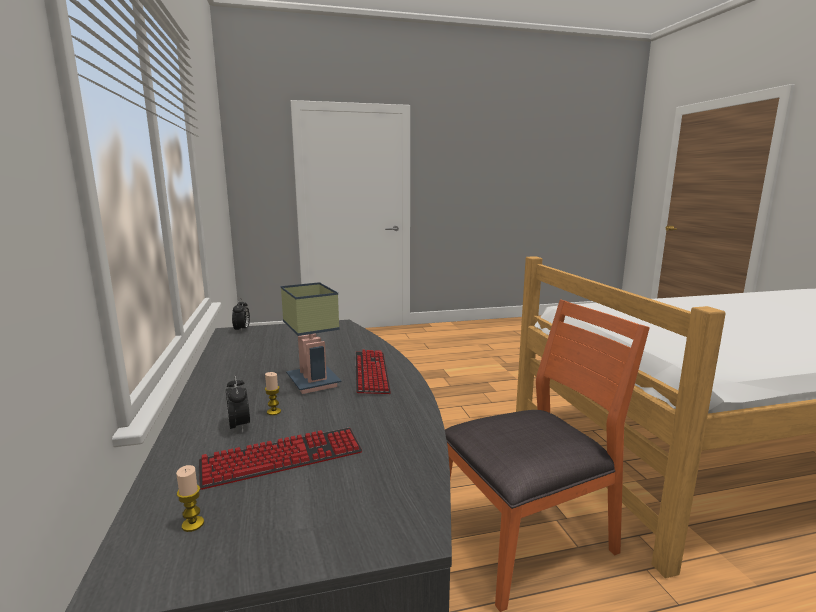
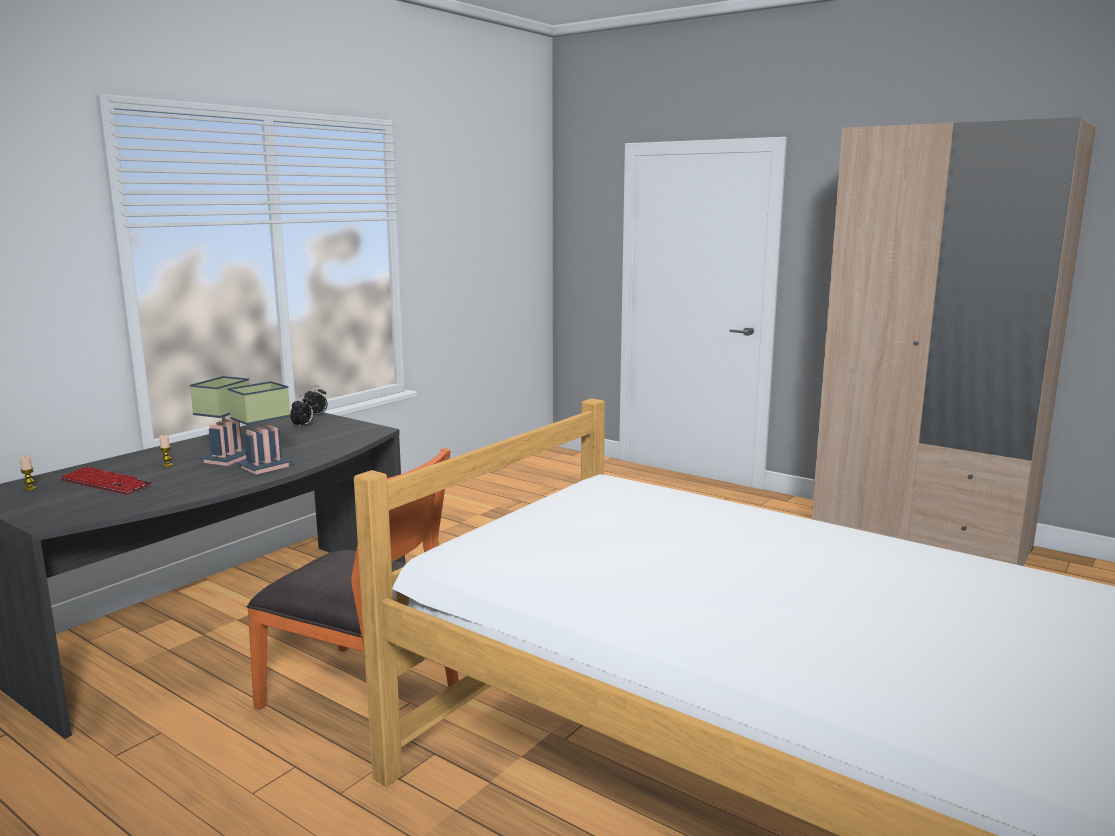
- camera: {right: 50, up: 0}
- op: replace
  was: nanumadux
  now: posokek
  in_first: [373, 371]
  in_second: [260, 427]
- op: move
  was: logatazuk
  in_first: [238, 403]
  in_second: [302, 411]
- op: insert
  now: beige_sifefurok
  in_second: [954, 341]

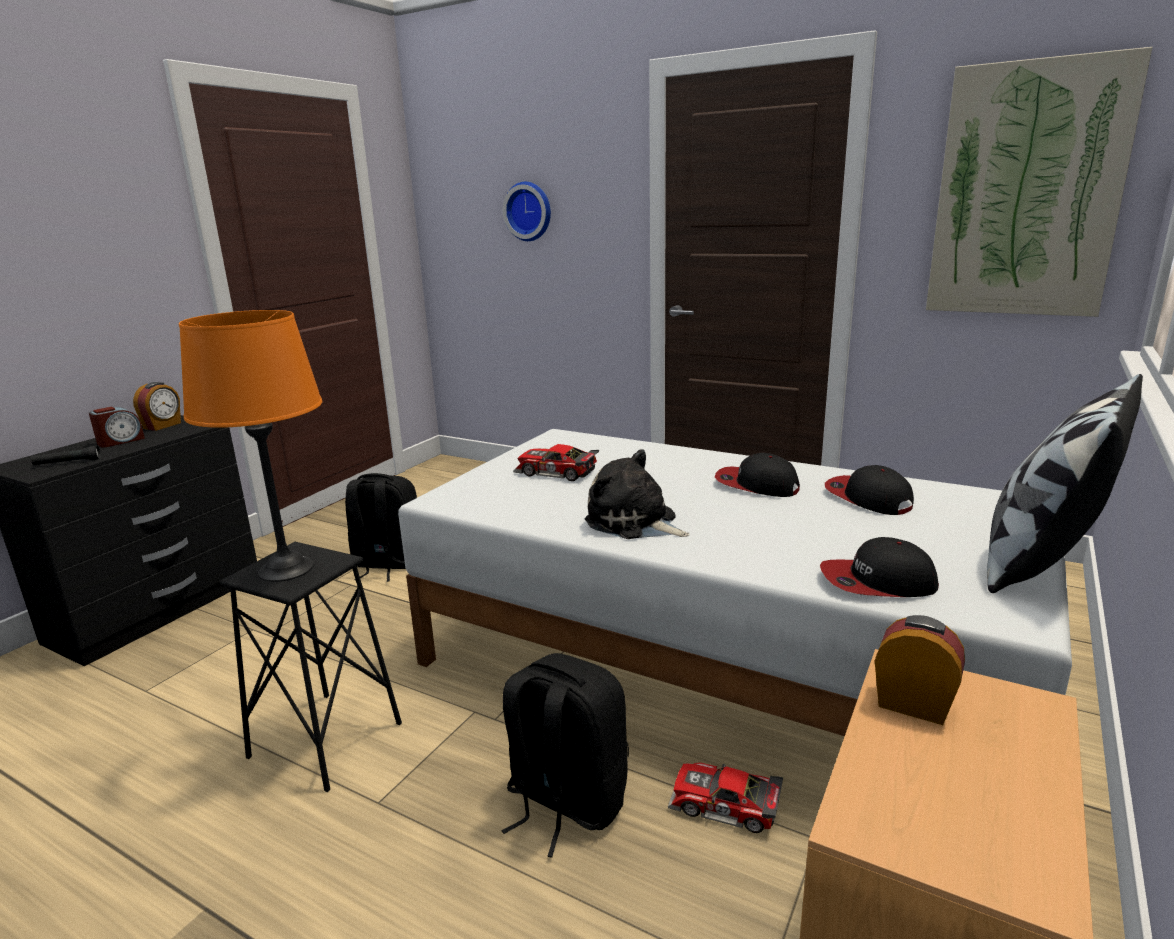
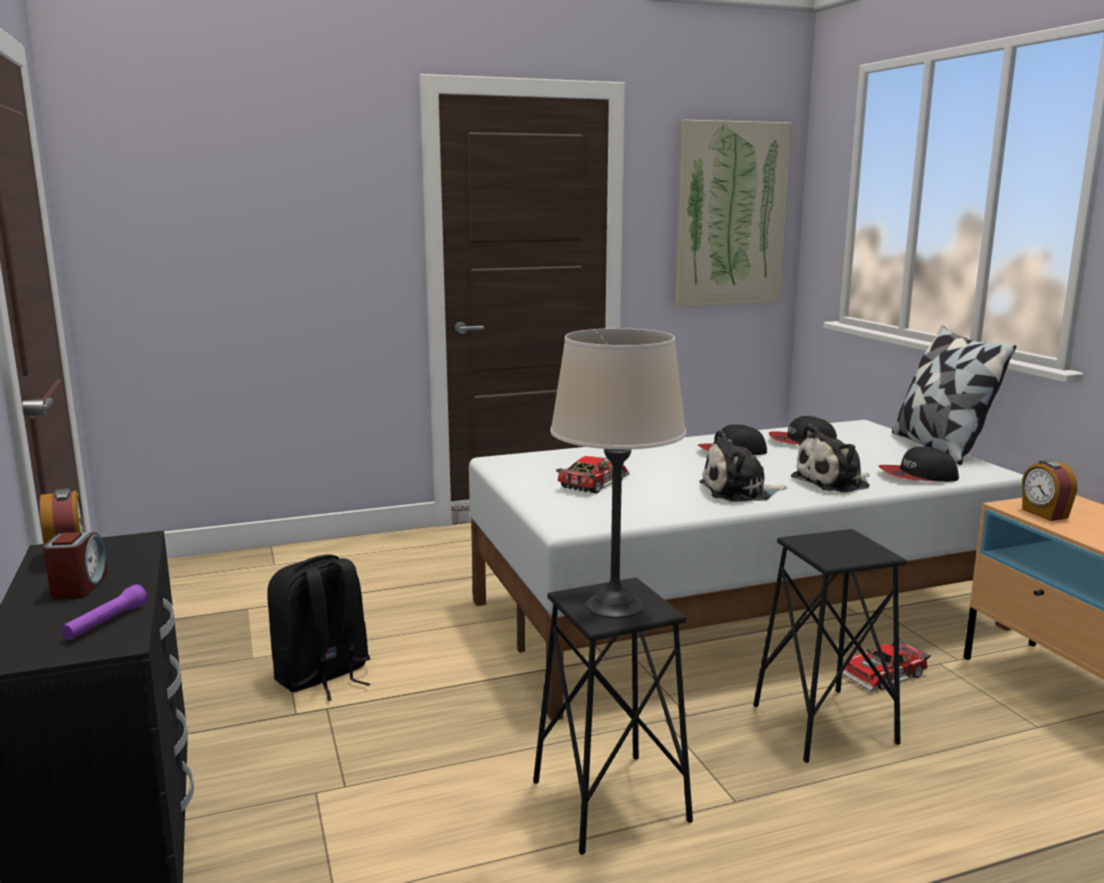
- camera: {right: -50, up: -5}
- op: recolor
  was: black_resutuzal
  now: purple_resutuzal
  in_first: [66, 455]
  in_second: [103, 612]
- op: recolor
  was: orange_posokek
  now: beige_posokek
  in_first: [250, 446]
  in_second: [618, 473]
- op: rotate
  was: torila
  in_first: [556, 462]
  in_second: [593, 475]
  clockwise: 150
- op: replace
  was: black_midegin
  now: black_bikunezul
  in_first: [565, 755]
  in_second: [829, 646]
- op: insert
  now: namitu
  in_second: [830, 458]
- op: rotate
  was: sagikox
  in_first: [879, 567]
  in_second: [919, 464]
  clockwise: 45
- op: rotate
  was: logatazuk
  in_first: [919, 670]
  in_second: [1049, 490]
  clockwise: -90
- op: delete
  was: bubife
  in_first: [527, 211]

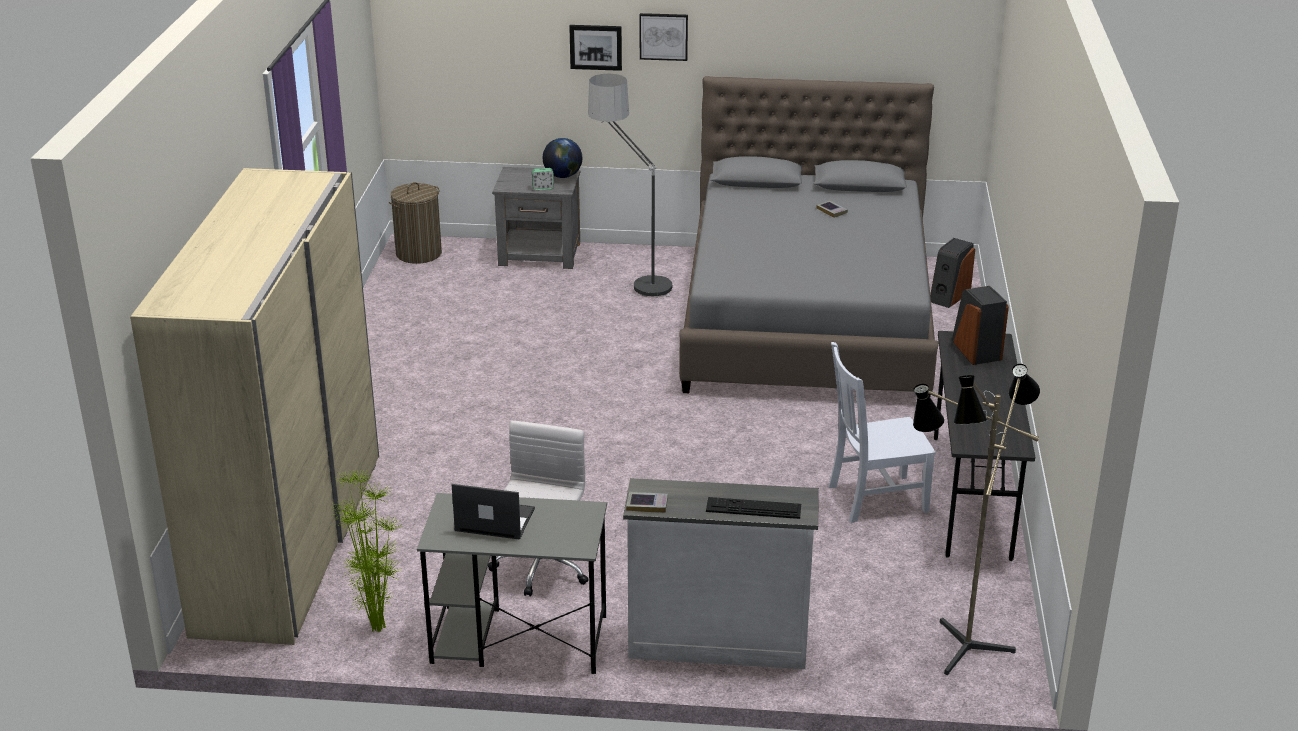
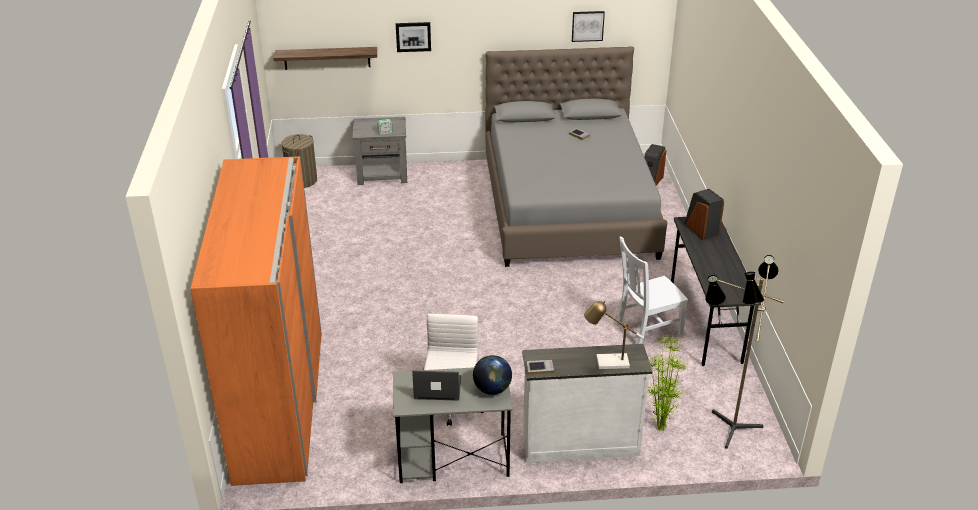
- camera: {right: -10, up: 5}
- op: recolor
  was: beige_sifefurok
  now: orange_sifefurok
  in_first: [254, 406]
  in_second: [256, 321]
- op: insert
  now: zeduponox
  in_second: [325, 58]
- op: move
  was: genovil
  in_first: [562, 158]
  in_second: [492, 375]
- op: move
  was: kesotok
  in_first: [664, 37]
  in_second: [588, 26]
- op: replace
  was: nanumadux
  now: posokek
  in_first: [753, 508]
  in_second: [614, 335]
- op: move
  was: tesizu
  in_first: [367, 551]
  in_second: [667, 382]
- op: delete
  was: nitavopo
  in_first: [630, 186]

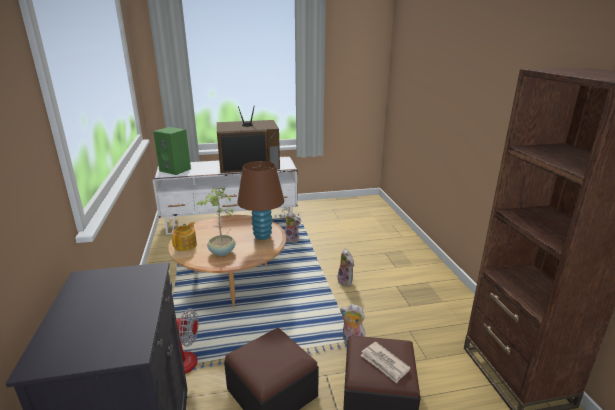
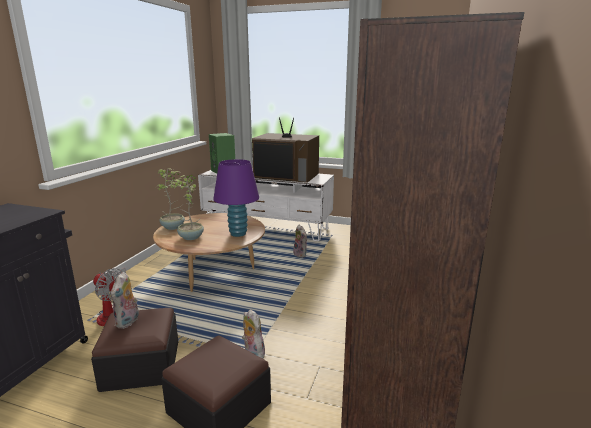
- camera: {right: 30, up: -5}
- op: move
  was: namitu
  in_first: [346, 267]
  in_second: [125, 300]
- op: replace
  was: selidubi
  now: tesizu
  in_first: [184, 236]
  in_second: [170, 199]
- op: recolor
  was: brown_posokek
  now: purple_posokek
  in_first: [260, 200]
  in_second: [236, 198]
- op: delete
  was: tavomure
  in_first: [385, 362]

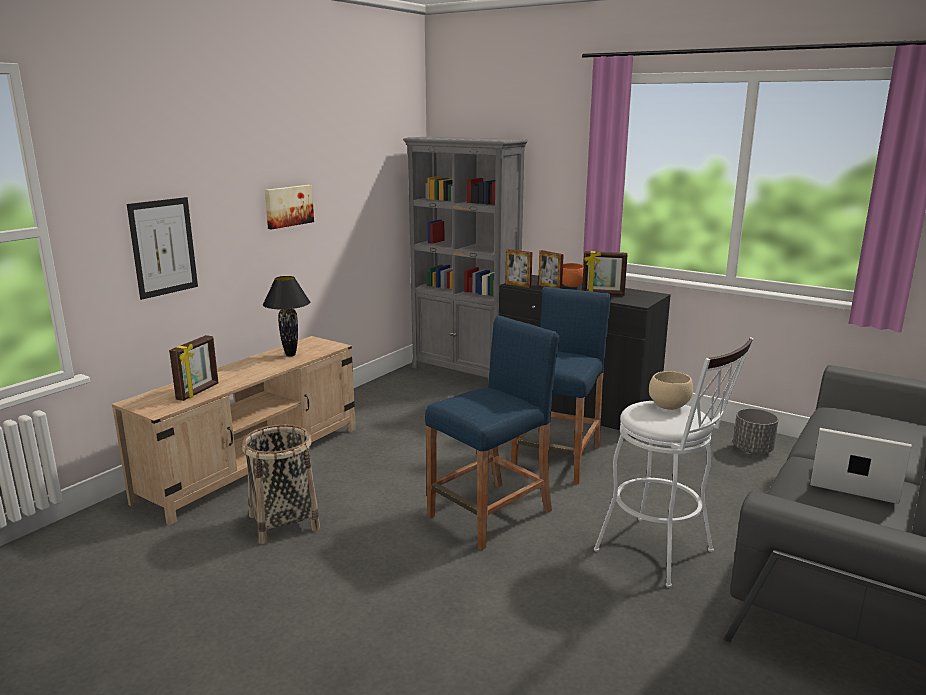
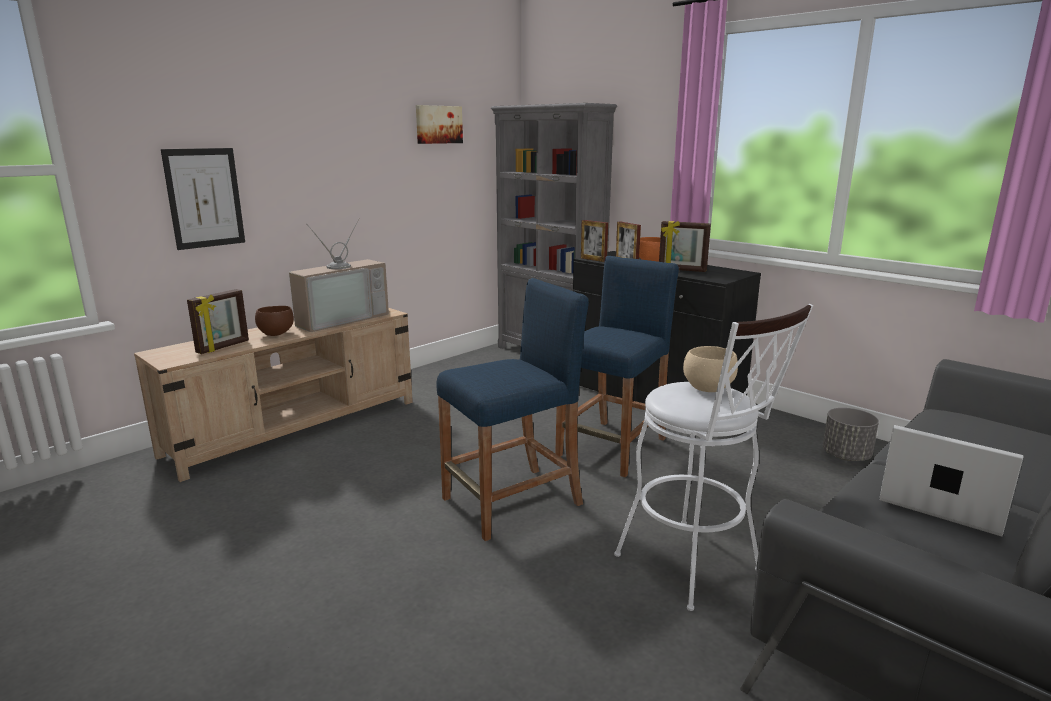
- camera: {right: 10, up: 0}
- op: insert
  now: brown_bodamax
  in_second: [274, 321]
- op: replace
  was: black_posokek
  now: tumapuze
  in_first: [286, 316]
  in_second: [339, 275]
- op: move
  was: kesotok
  in_first: [289, 207]
  in_second: [439, 124]
- op: delete
  was: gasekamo
  in_first: [281, 484]

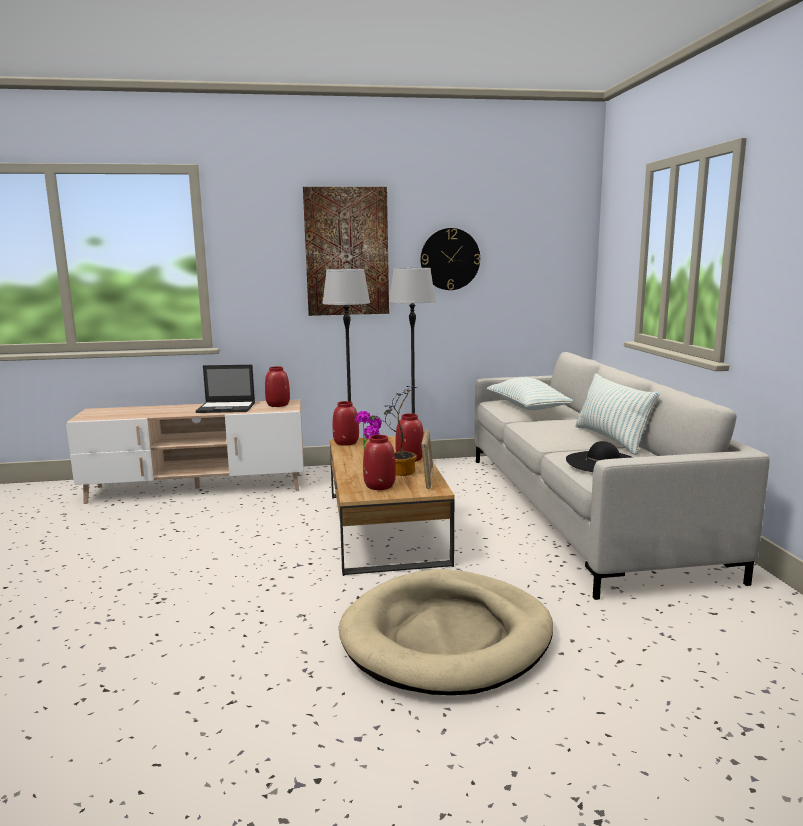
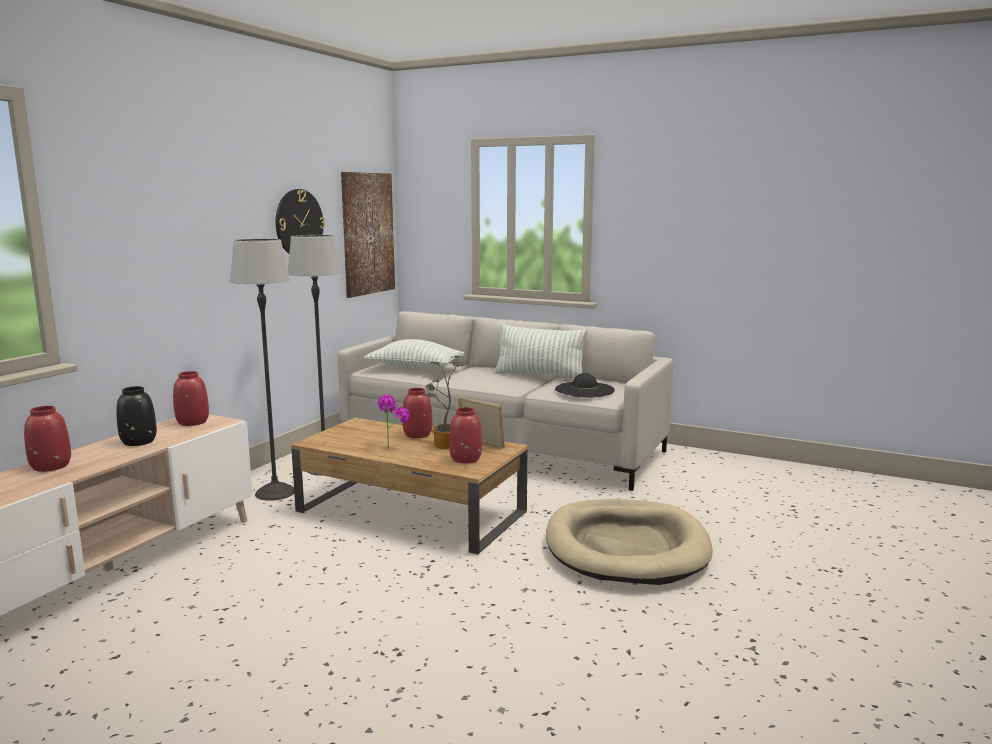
- camera: {right: -55, up: 0}
- op: move
  was: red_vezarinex
  in_first: [346, 423]
  in_second: [47, 439]
- op: replace
  was: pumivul
  now: black_vezarinex
  in_first: [225, 389]
  in_second: [136, 416]
- op: move
  was: kesotok
  in_first: [346, 251]
  in_second: [368, 235]

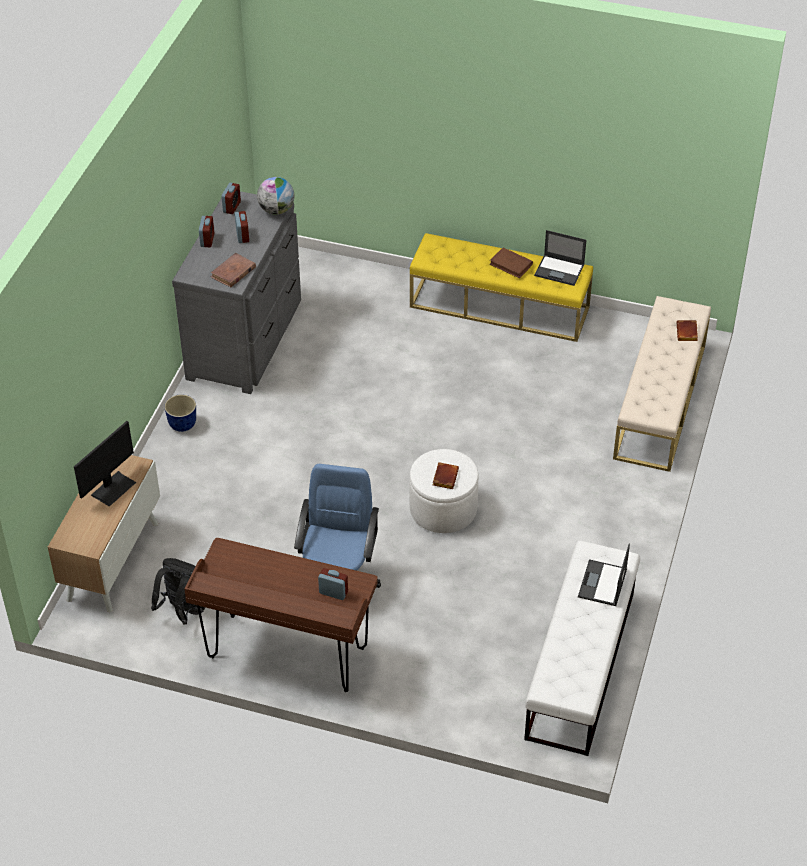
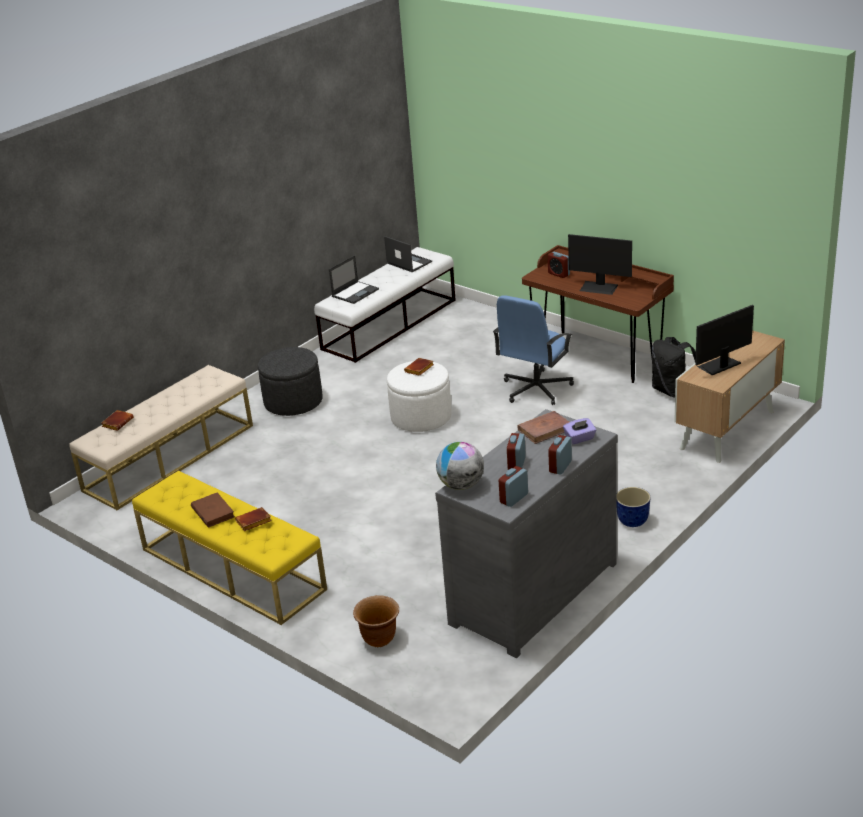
- camera: {right: -155, up: -15}
- op: insert
  now: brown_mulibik
  in_second: [253, 519]
- op: insert
  now: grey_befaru
  in_second: [290, 381]
- op: insert
  now: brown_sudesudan
  in_second: [376, 621]
- op: move
  was: pumivul
  in_first: [560, 258]
  in_second: [408, 254]
- op: insert
  now: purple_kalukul
  in_second: [579, 431]
- op: insert
  now: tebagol
  in_second: [600, 264]

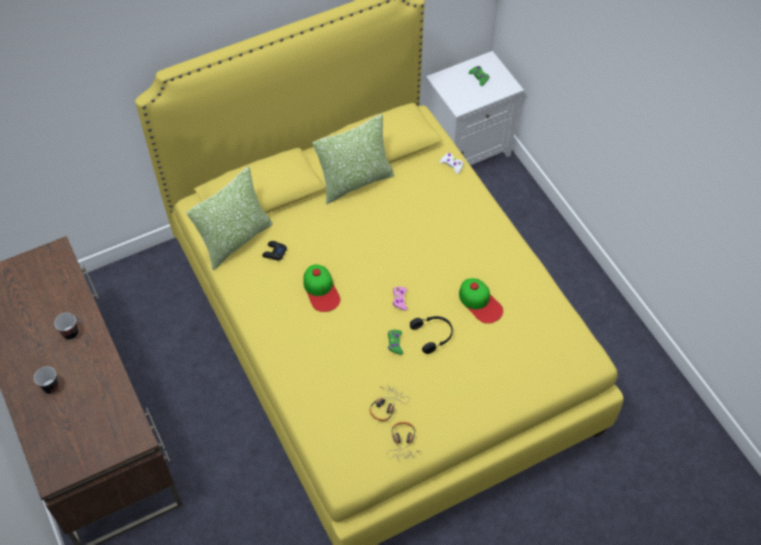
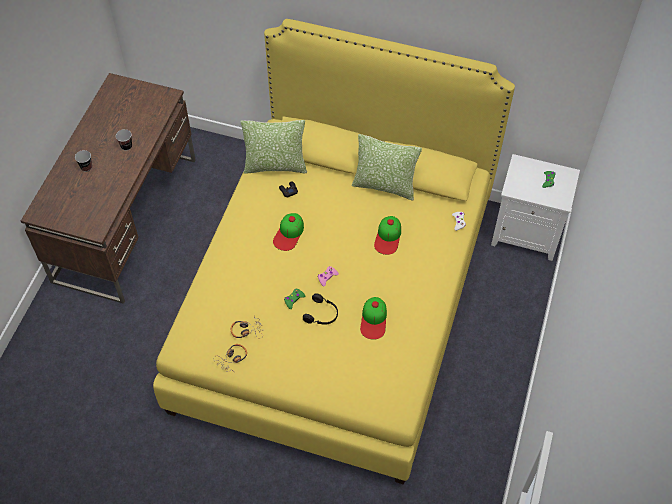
- camera: {right: 45, up: 0}
- op: insert
  now: sagikox
  in_second: [387, 235]

